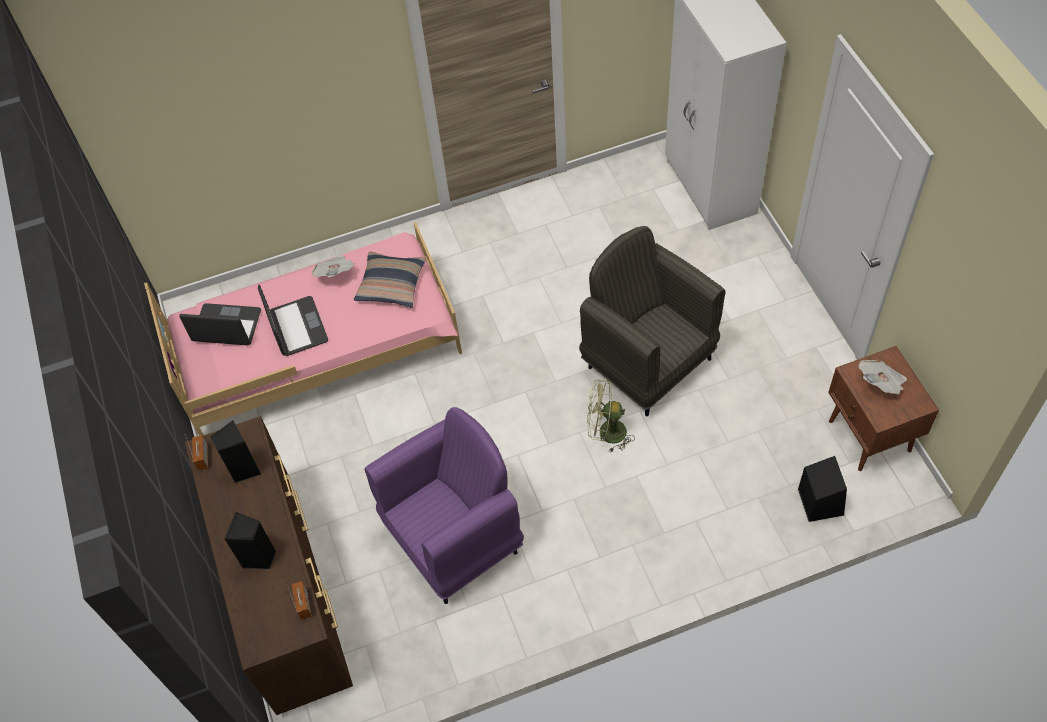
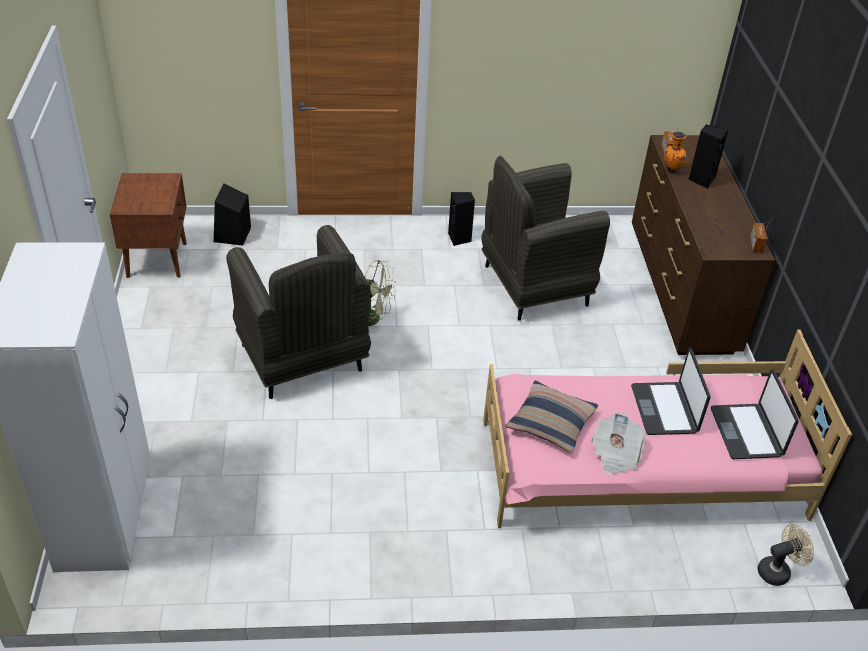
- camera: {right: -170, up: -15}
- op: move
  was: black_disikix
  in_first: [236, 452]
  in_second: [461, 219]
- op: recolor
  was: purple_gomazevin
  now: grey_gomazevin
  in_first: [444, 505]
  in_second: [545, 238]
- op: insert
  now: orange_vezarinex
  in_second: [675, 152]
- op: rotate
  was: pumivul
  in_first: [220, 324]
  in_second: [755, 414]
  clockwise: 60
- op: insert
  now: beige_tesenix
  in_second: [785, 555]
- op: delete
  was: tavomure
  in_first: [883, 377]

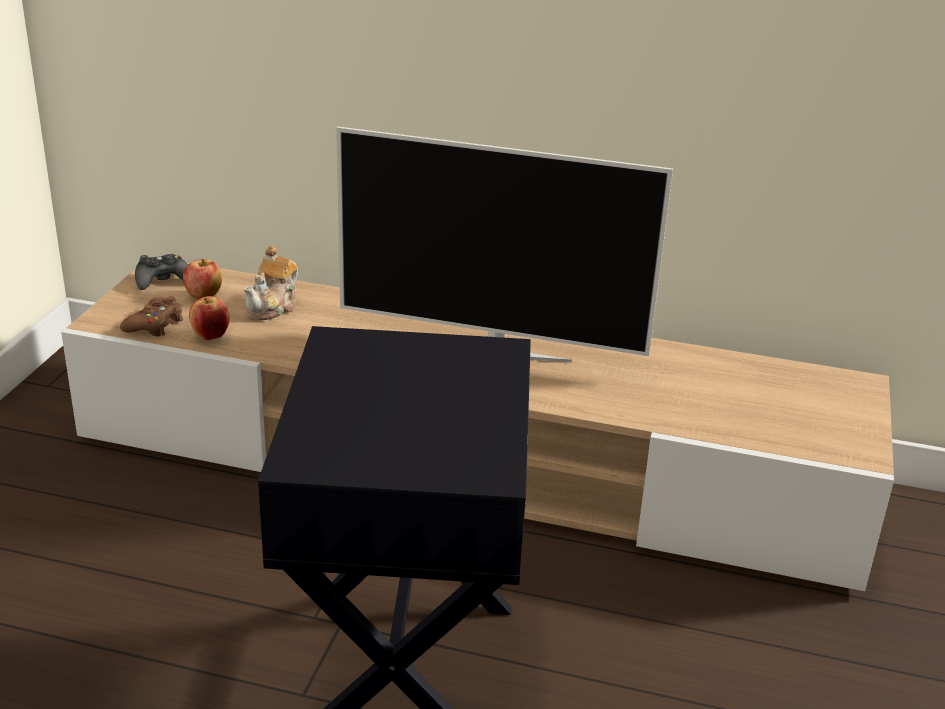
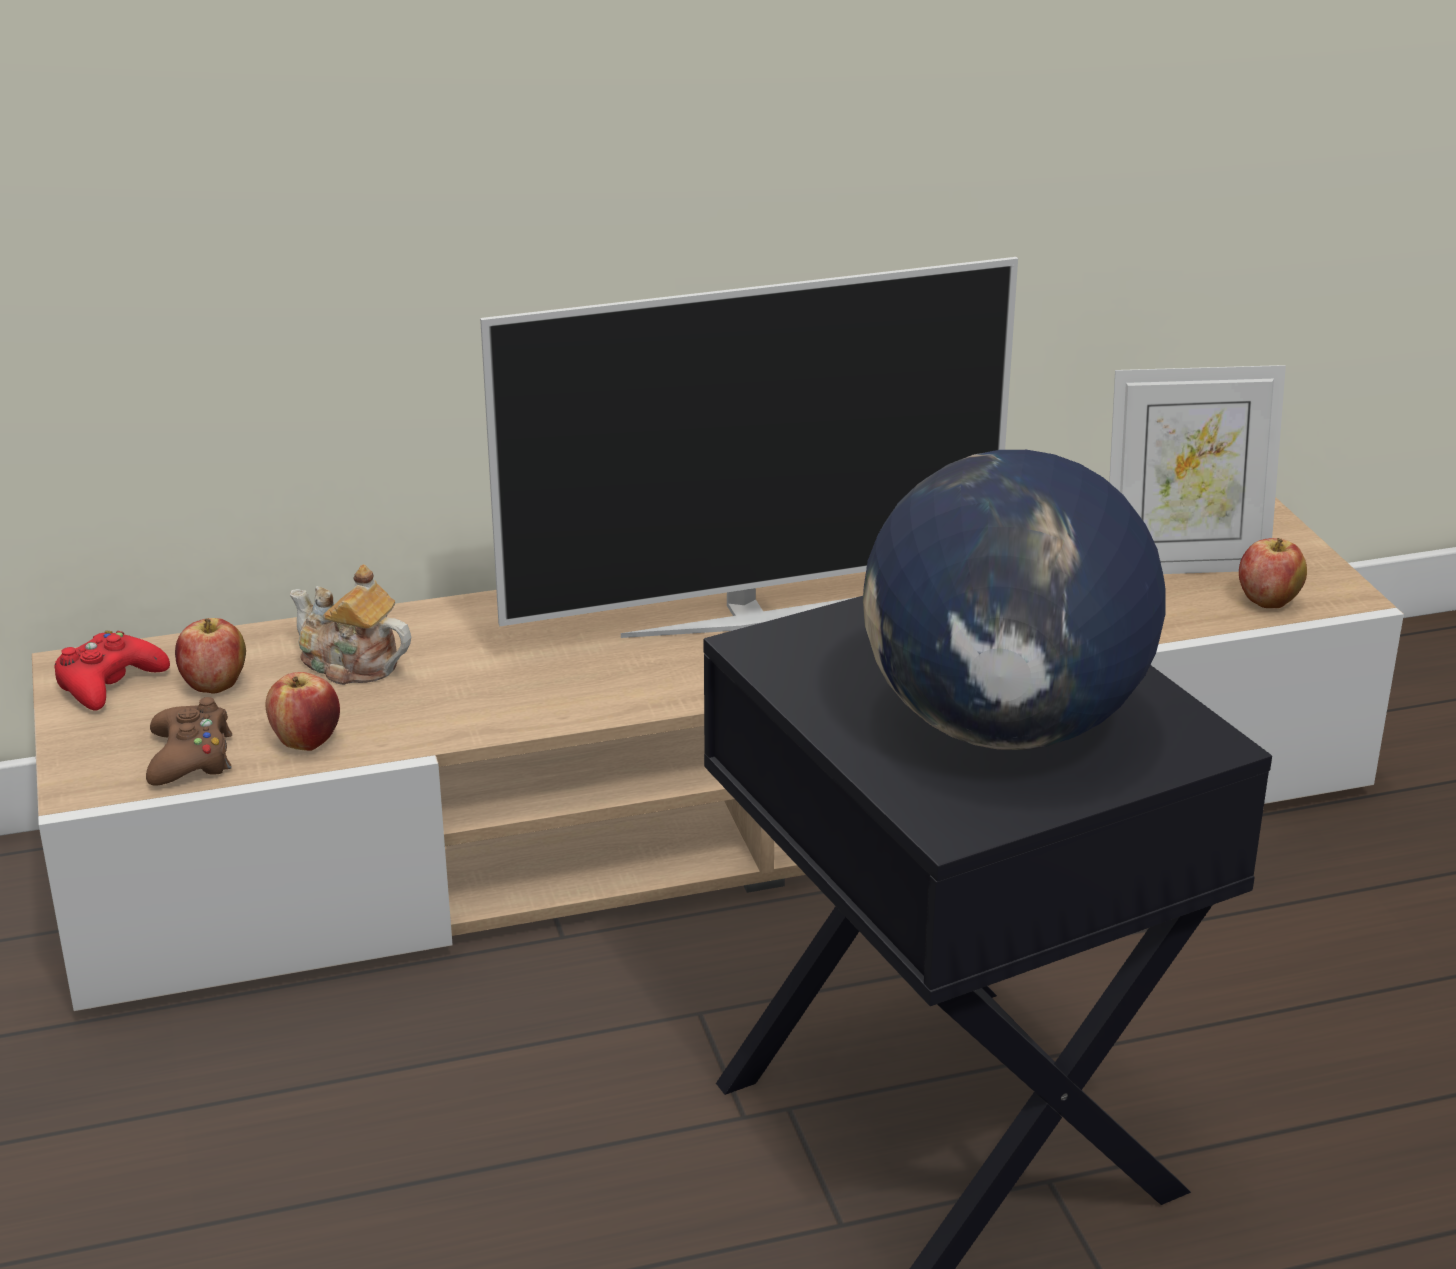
- camera: {right: -30, up: 0}
- op: recolor
  was: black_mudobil
  now: red_mudobil
  in_first: [161, 272]
  in_second: [112, 670]
- op: rotate
  was: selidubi
  in_first: [270, 283]
  in_second: [350, 625]
  clockwise: 120
- op: insert
  now: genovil
  in_second: [1014, 600]
- op: insert
  now: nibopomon
  in_second: [1197, 469]
- op: insert
  now: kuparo
  in_second: [1273, 573]

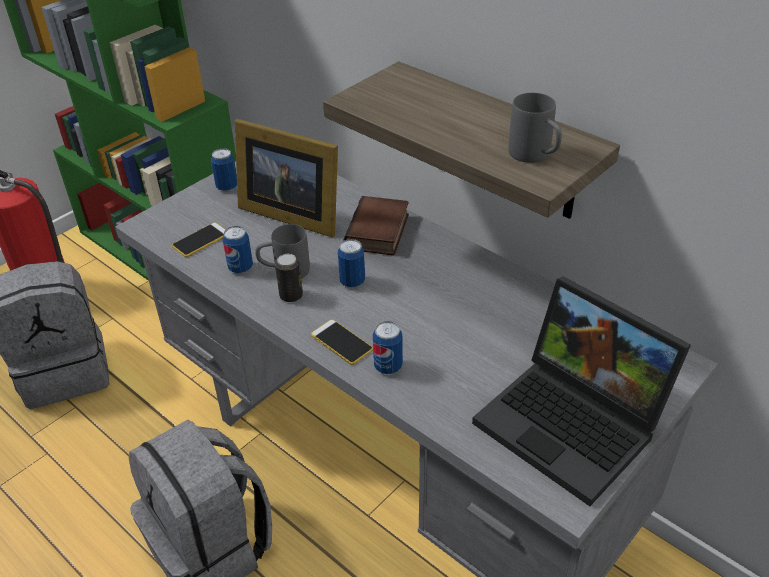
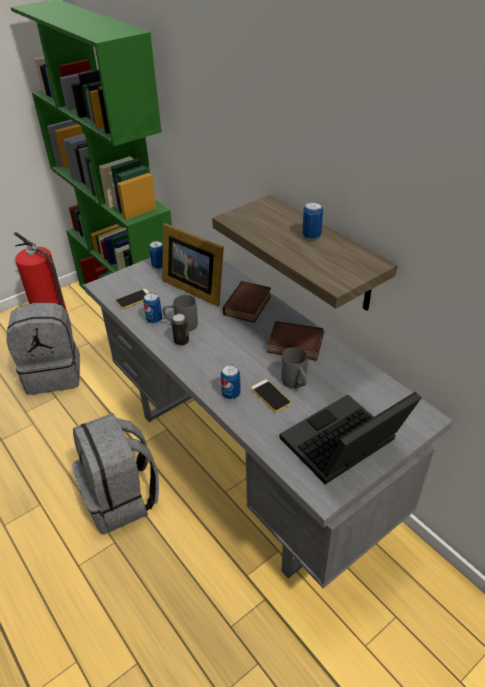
- camera: {right: 10, up: 0}
- op: move
  was: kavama
  in_first: [342, 342]
  in_second: [271, 395]
- op: insert
  now: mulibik
  in_second: [296, 341]
- op: rotate
  was: pumivul
  in_first: [581, 391]
  in_second: [350, 437]
  clockwise: 90
- op: move
  was: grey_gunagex
  in_first: [535, 128]
  in_second: [294, 367]
- op: move
  was: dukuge
  in_first: [351, 263]
  in_second: [312, 221]

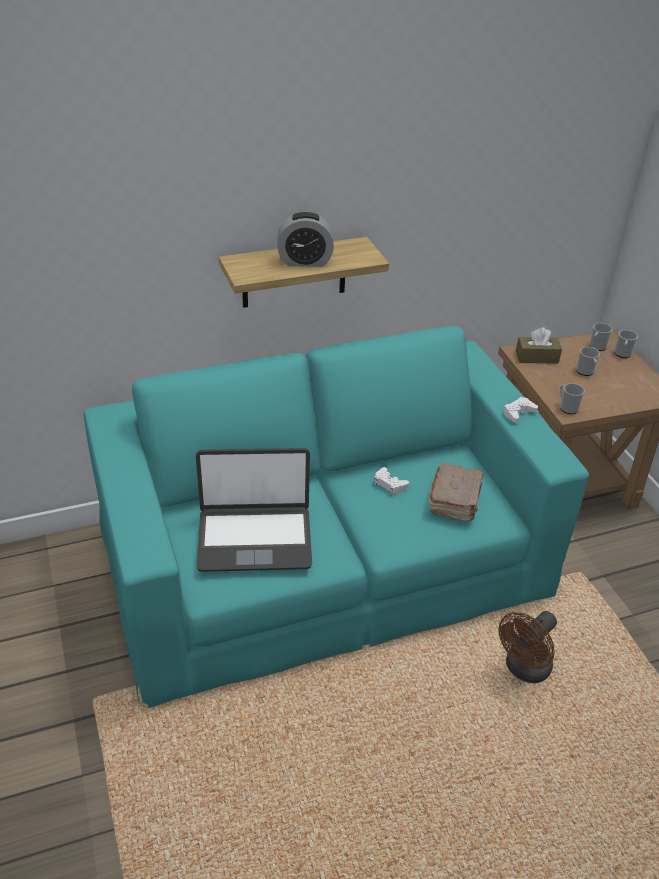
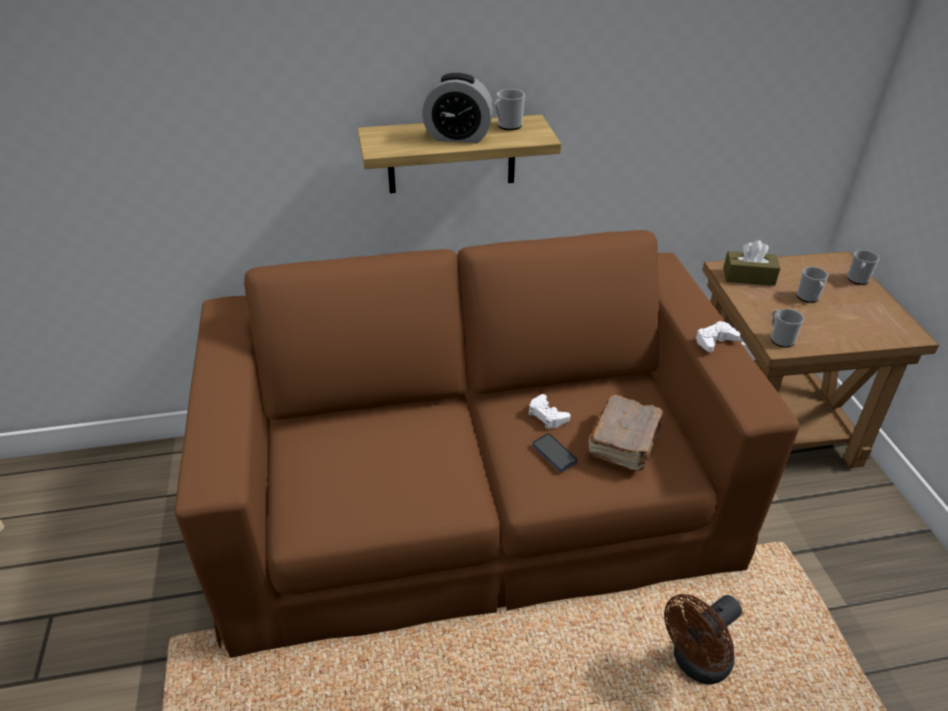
- camera: {right: 10, up: 0}
- op: recolor
  was: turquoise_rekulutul
  now: brown_rekulutul
  in_first: [336, 517]
  in_second: [487, 444]
- op: move
  was: gunagex
  in_first: [601, 337]
  in_second: [509, 109]
- op: insert
  now: kavama
  in_second: [554, 453]
- op: delete
  was: pumivul
  in_first: [254, 510]

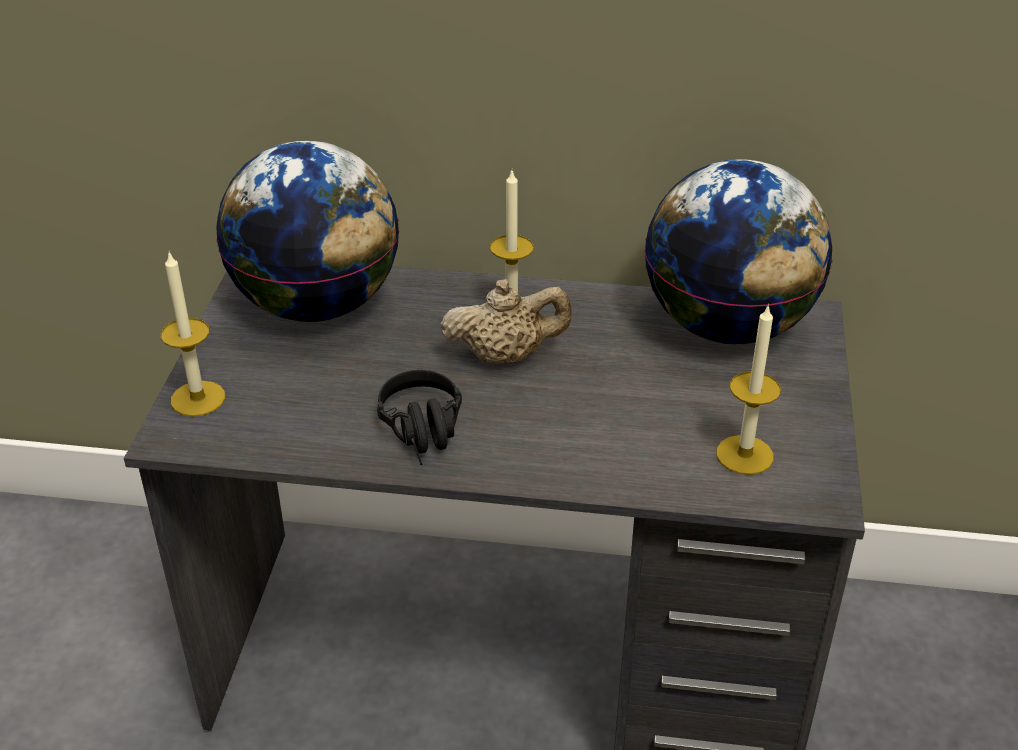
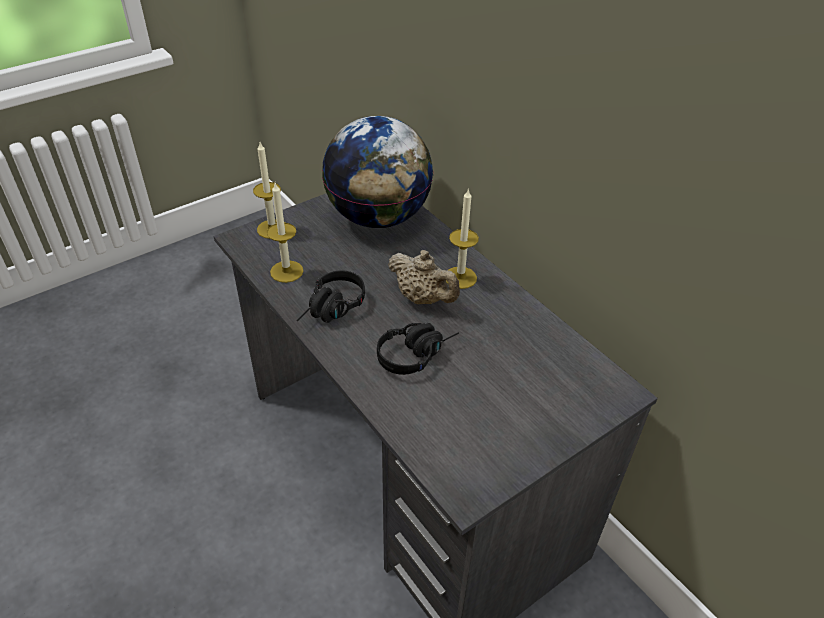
- camera: {right: 45, up: 5}
- op: move
  was: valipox
  in_first: [748, 389]
  in_second: [285, 233]
- op: insert
  now: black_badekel
  in_second: [418, 349]
- op: delete
  was: genovil
  in_first: [738, 251]

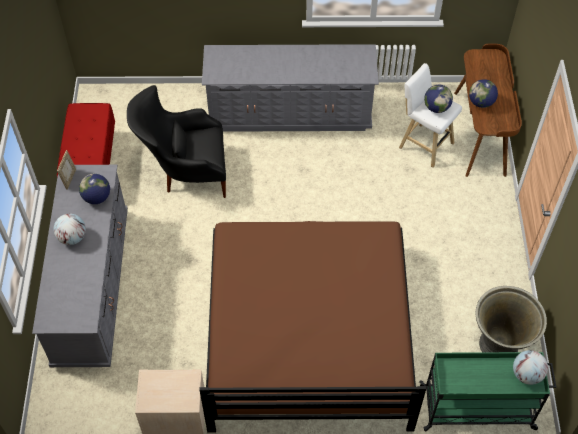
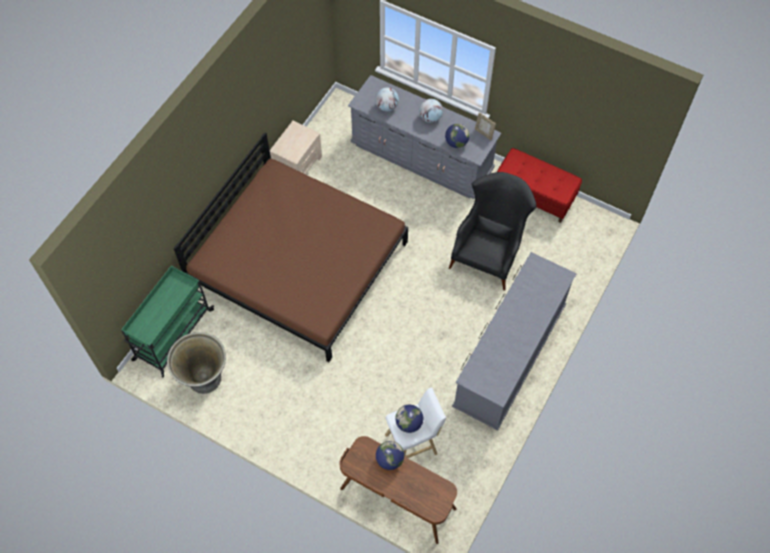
- camera: {right: 120, up: 5}
- op: move
  was: genovil
  in_first: [530, 367]
  in_second: [387, 99]

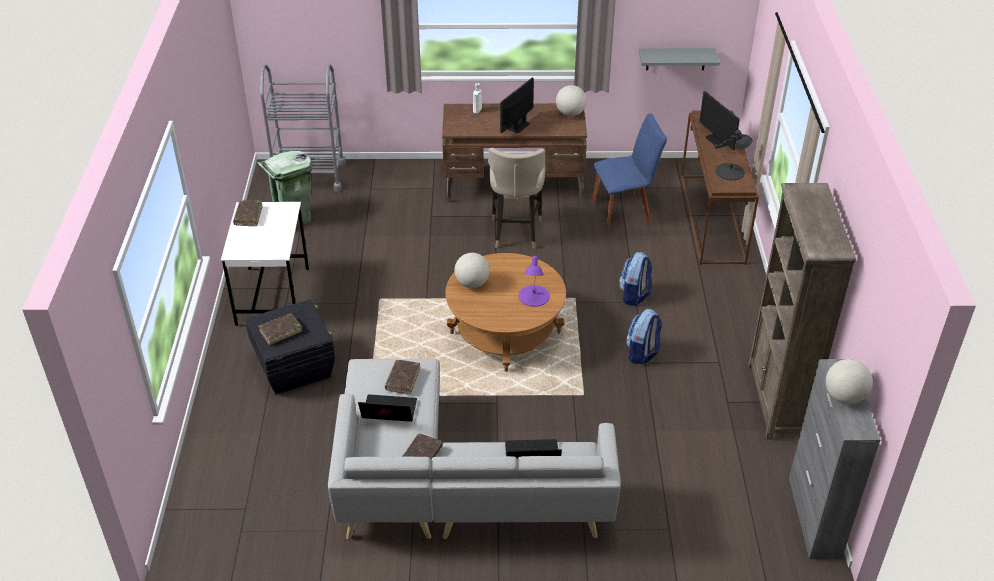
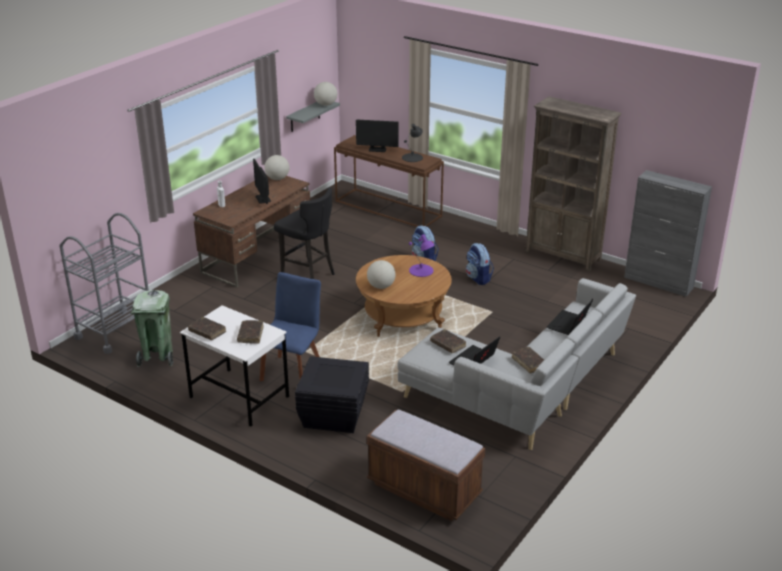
- camera: {right: -55, up: -10}
- op: move
  was: brown_mulibik
  in_first: [280, 329]
  in_second: [250, 332]
- op: move
  was: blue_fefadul
  in_first: [629, 171]
  in_second: [290, 326]
- op: recolor
  was: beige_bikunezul
  now: black_bikunezul
  in_first: [517, 198]
  in_second: [304, 233]
- op: move
  was: genovil
  in_first: [849, 381]
  in_second: [325, 94]
- op: insert
  now: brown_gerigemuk
  in_second: [426, 465]

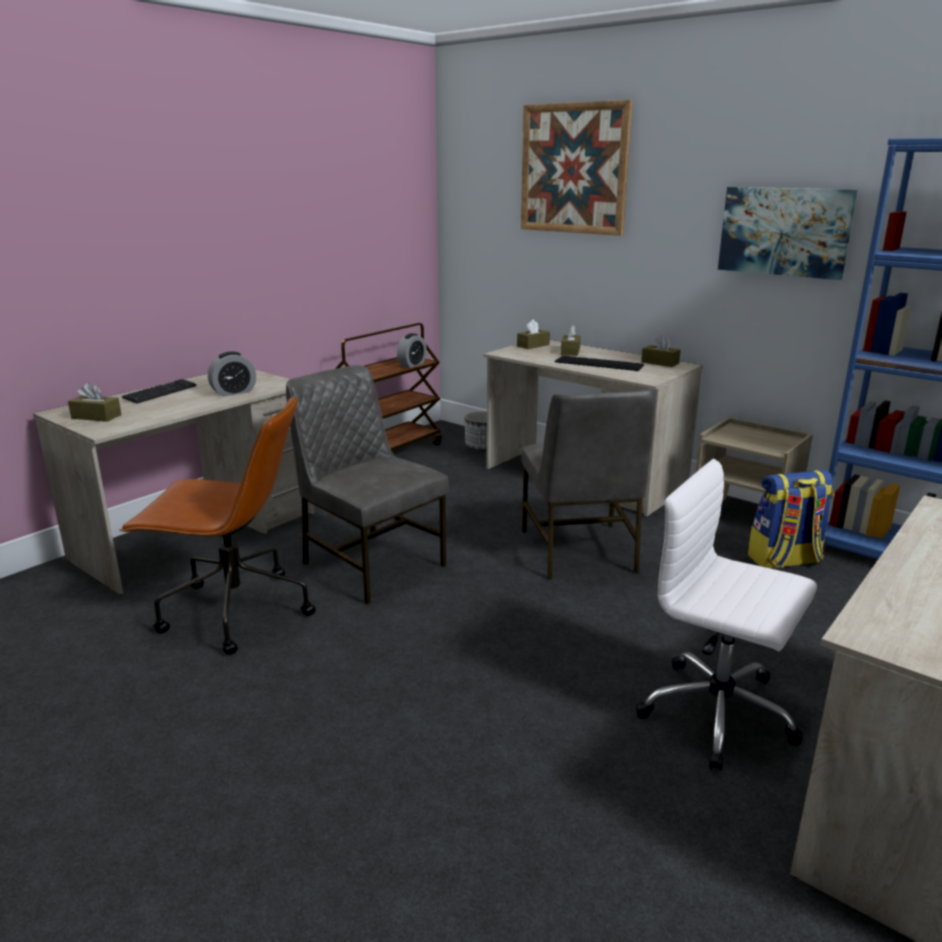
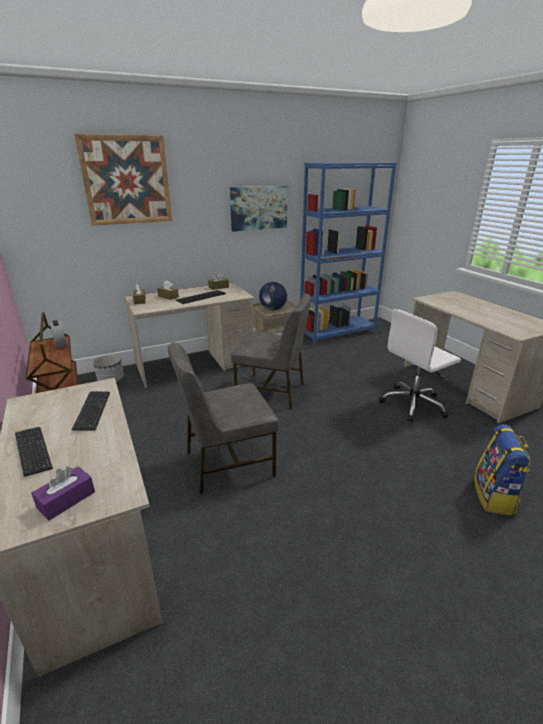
- camera: {right: -65, up: 5}
- op: recolor
  was: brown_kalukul
  now: purple_kalukul
  in_first: [95, 402]
  in_second: [63, 493]
- op: replace
  was: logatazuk
  now: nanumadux
  in_first: [232, 373]
  in_second: [91, 410]
- op: insert
  now: genovil
  in_second: [273, 296]
- op: move
  was: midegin
  in_first: [790, 519]
  in_second: [502, 469]
- op: delete
  was: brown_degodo
  in_first: [218, 525]

